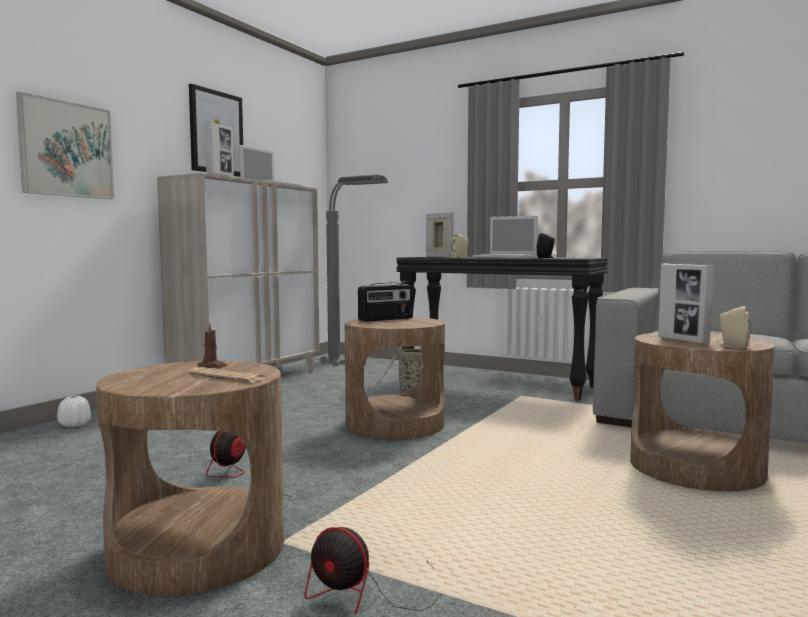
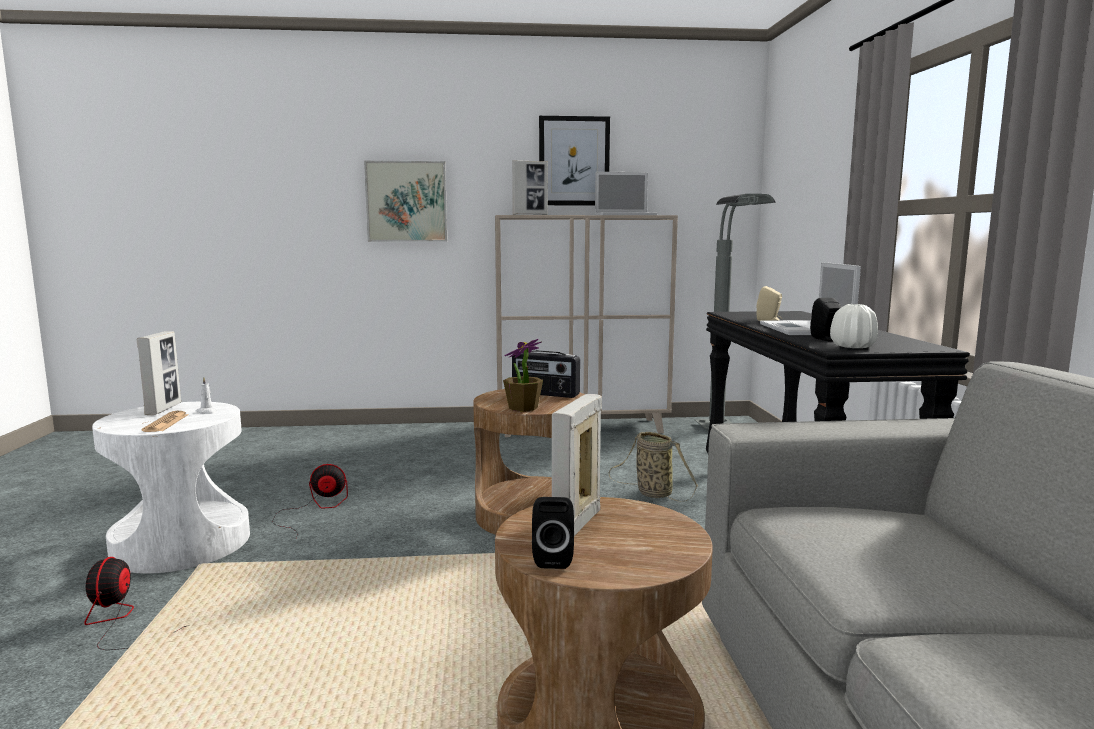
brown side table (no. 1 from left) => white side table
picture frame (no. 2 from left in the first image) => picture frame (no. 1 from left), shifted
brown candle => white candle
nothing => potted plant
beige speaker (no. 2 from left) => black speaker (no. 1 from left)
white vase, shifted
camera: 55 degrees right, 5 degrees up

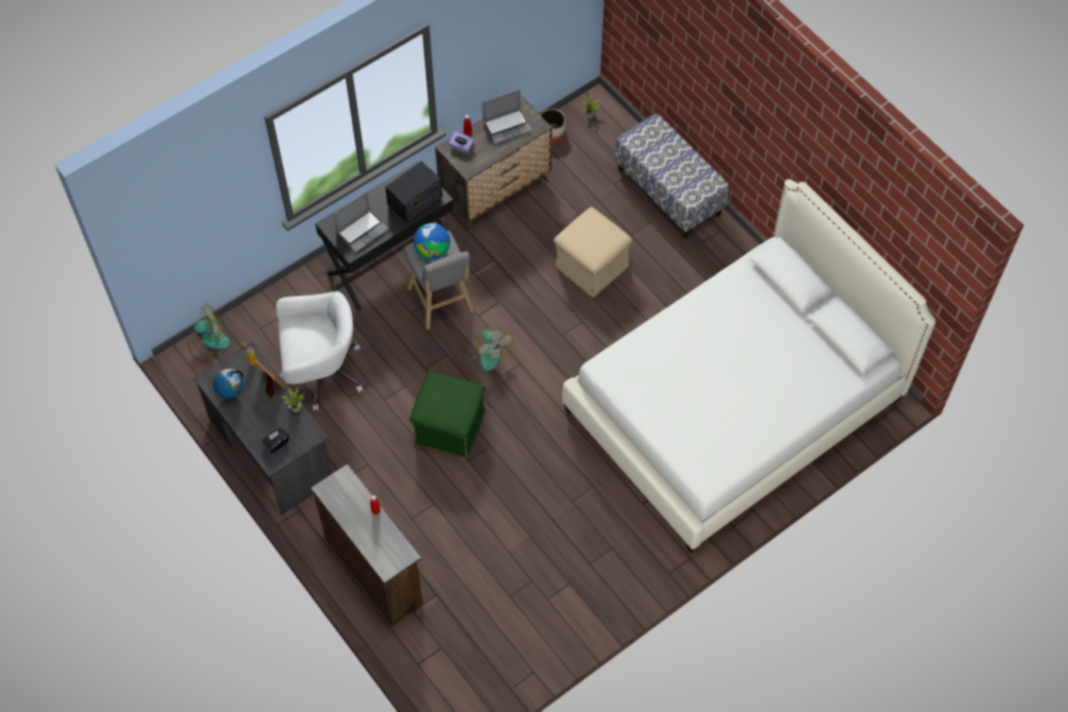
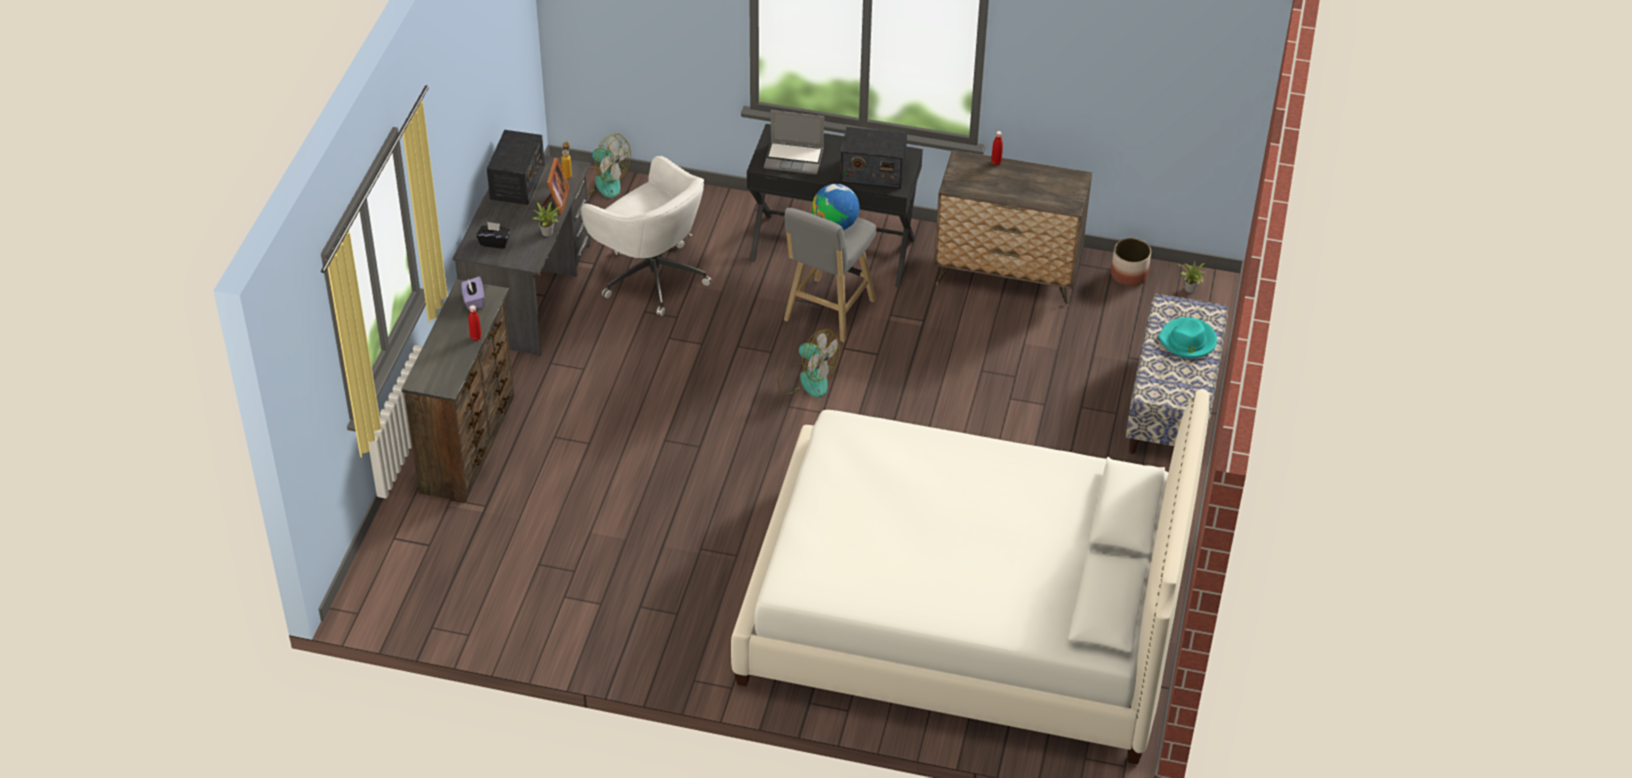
purple tissue box, shifted
globe (no. 1 from left) => radio (no. 1 from left)
fan (no. 2 from left), 75 degrees counterclockwise
nothing => turquoise hat
green ottoman => nothing
laptop (no. 2 from left) => nothing
beige ottoman => nothing
camera: 50 degrees right, 15 degrees down

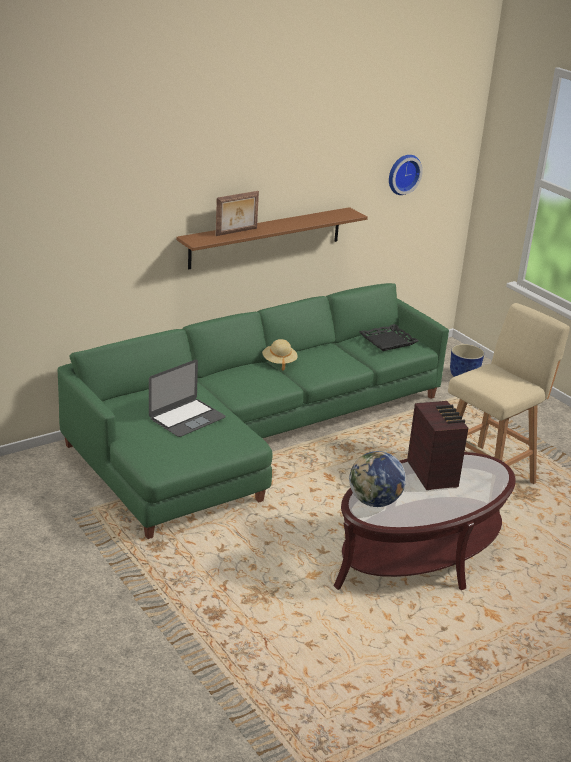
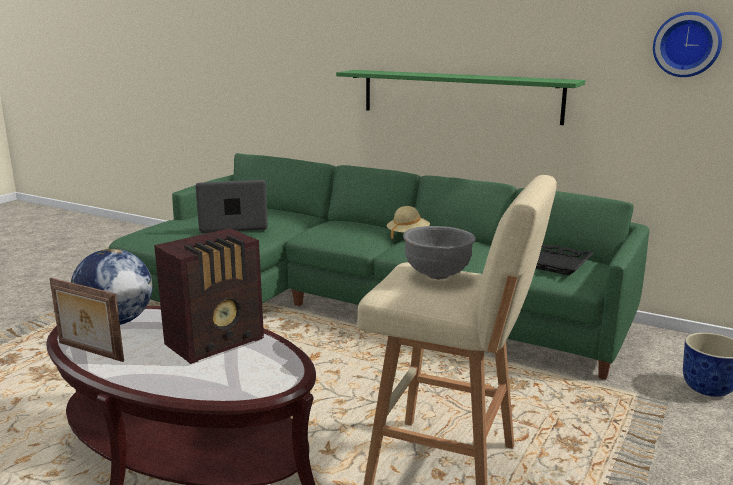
picture frame, shifted
laptop, 150 degrees clockwise
brown shelf => green shelf
nothing => grey bowl
camera: 65 degrees right, 10 degrees down

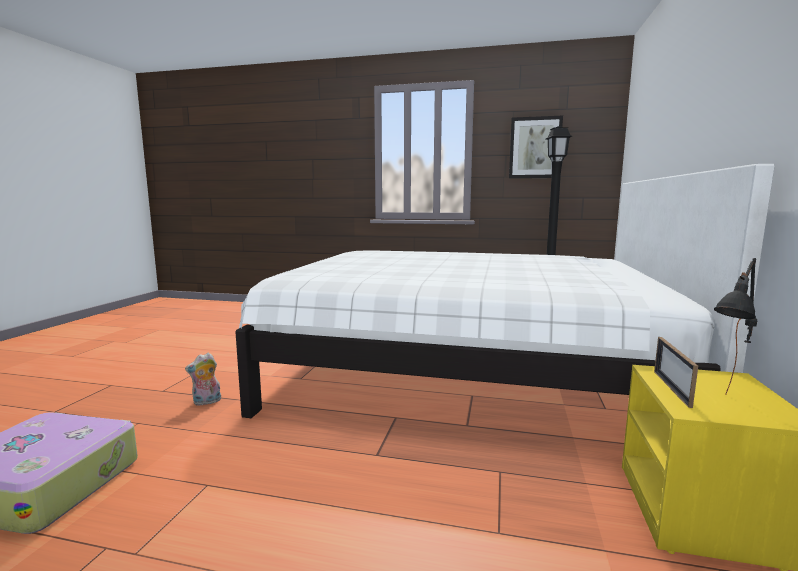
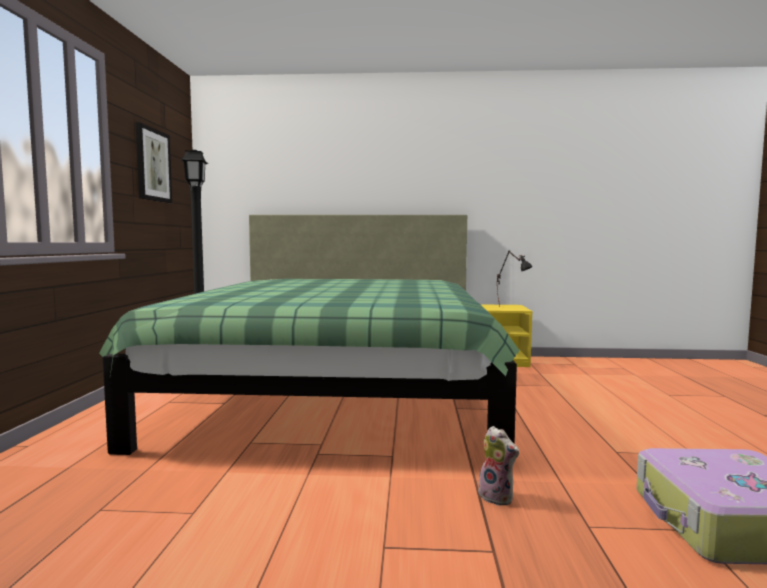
white bed => green bed
picture frame => nothing
camera: 100 degrees left, 5 degrees down

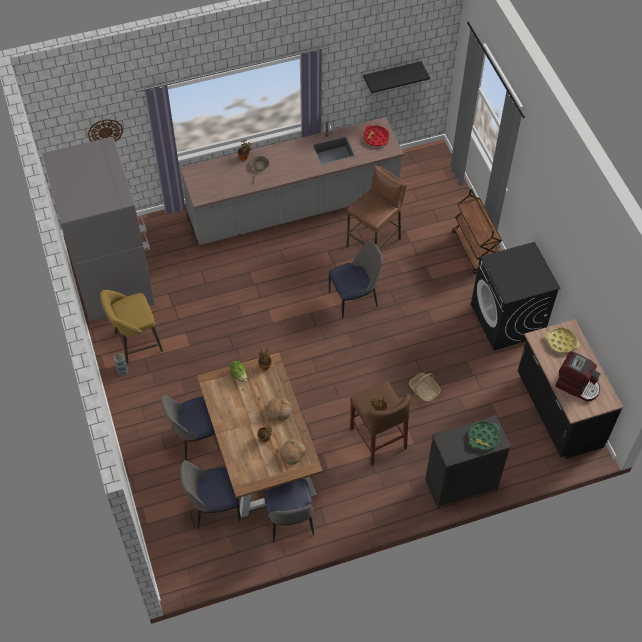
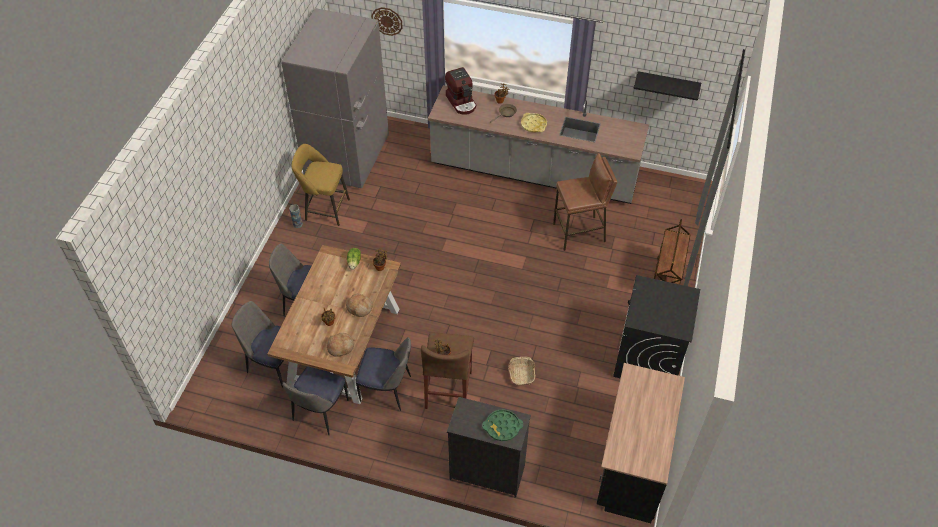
chair (no. 4 from left), shifted
coffee machine, shifted
yellow tray, shifted
red tray => nothing
camera: 35 degrees right, 5 degrees down

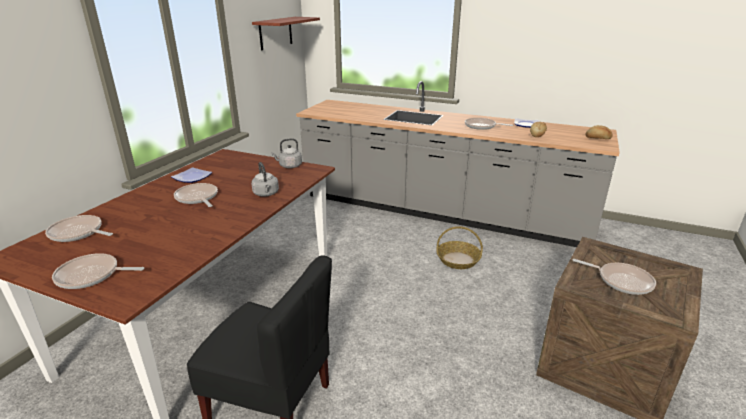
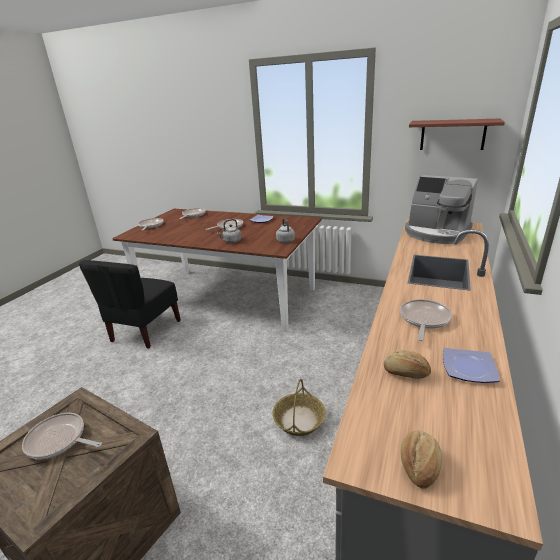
frying pan (no. 5 from left in the first image) => frying pan (no. 1 from left), 75 degrees clockwise
nothing => coffee machine
camera: 90 degrees right, 0 degrees up

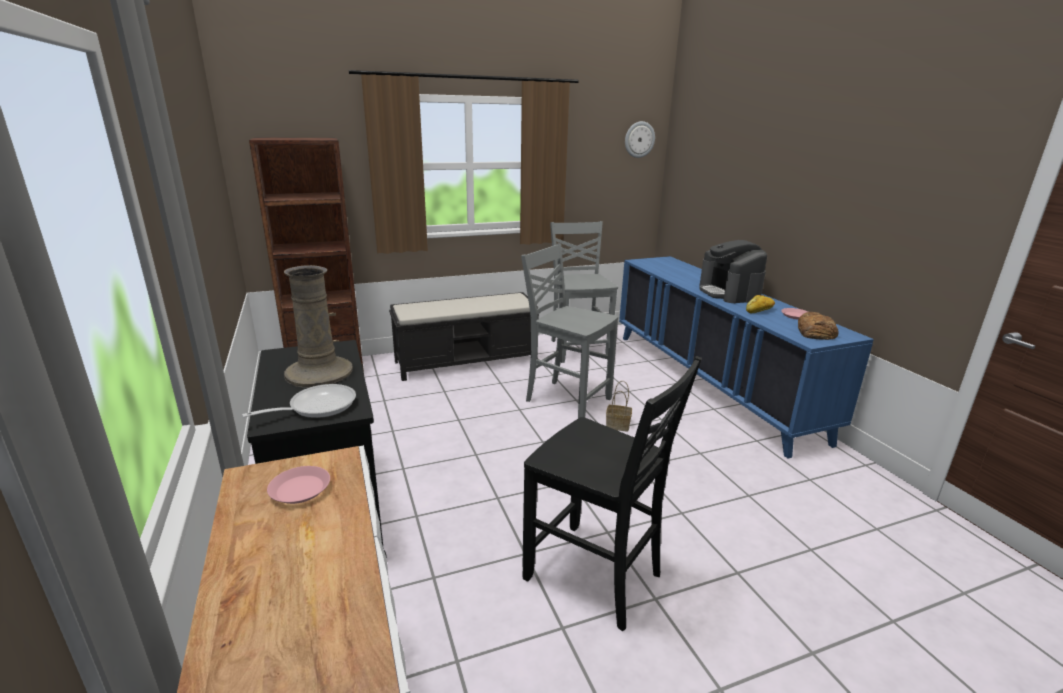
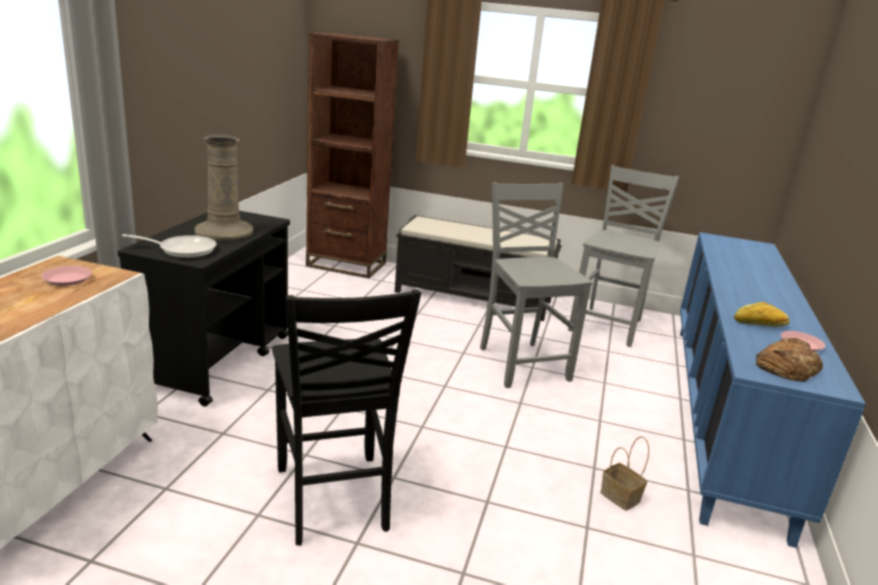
basket, shifted
wall clock => nothing
coffee machine => nothing
camera: 35 degrees right, 0 degrees up

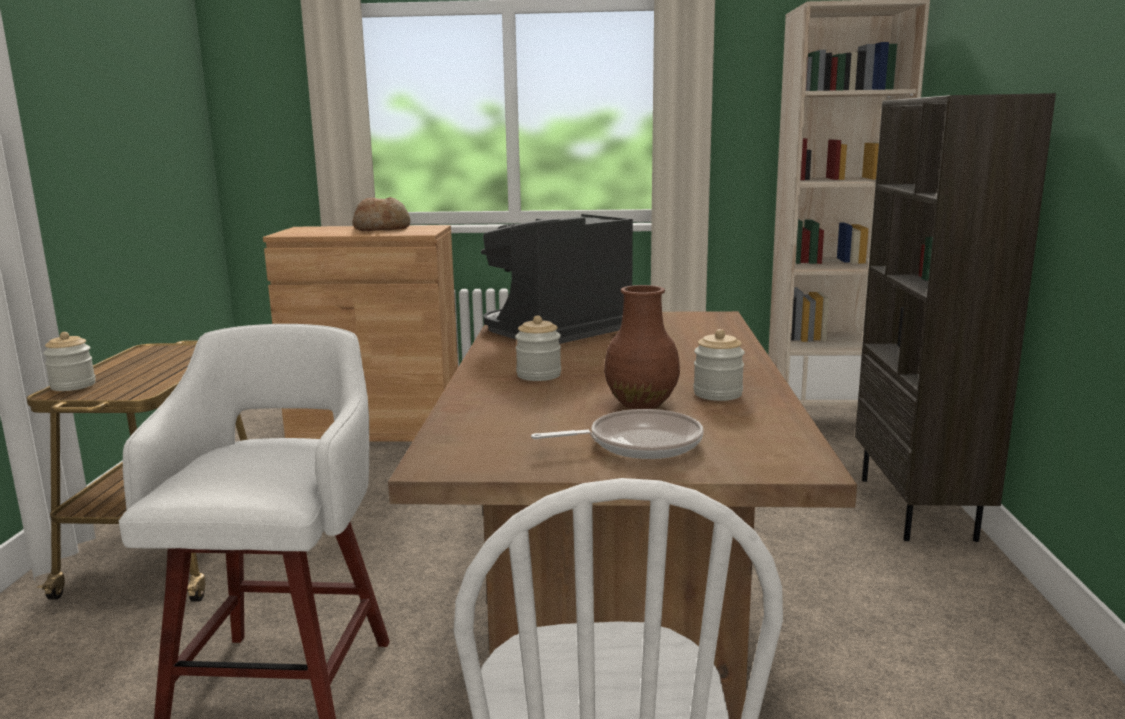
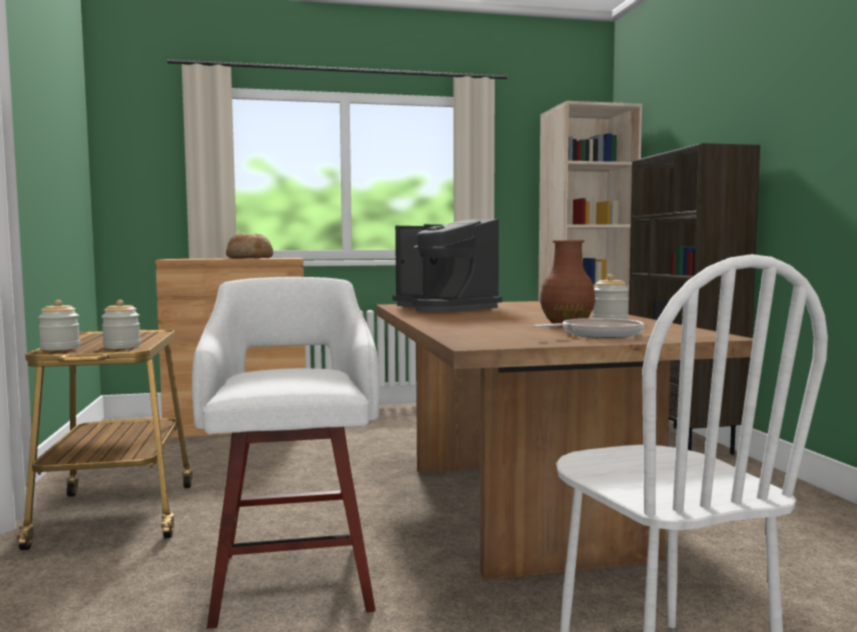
jar (no. 2 from left), shifted
coffee machine, 75 degrees counterclockwise
camera: 15 degrees left, 10 degrees down

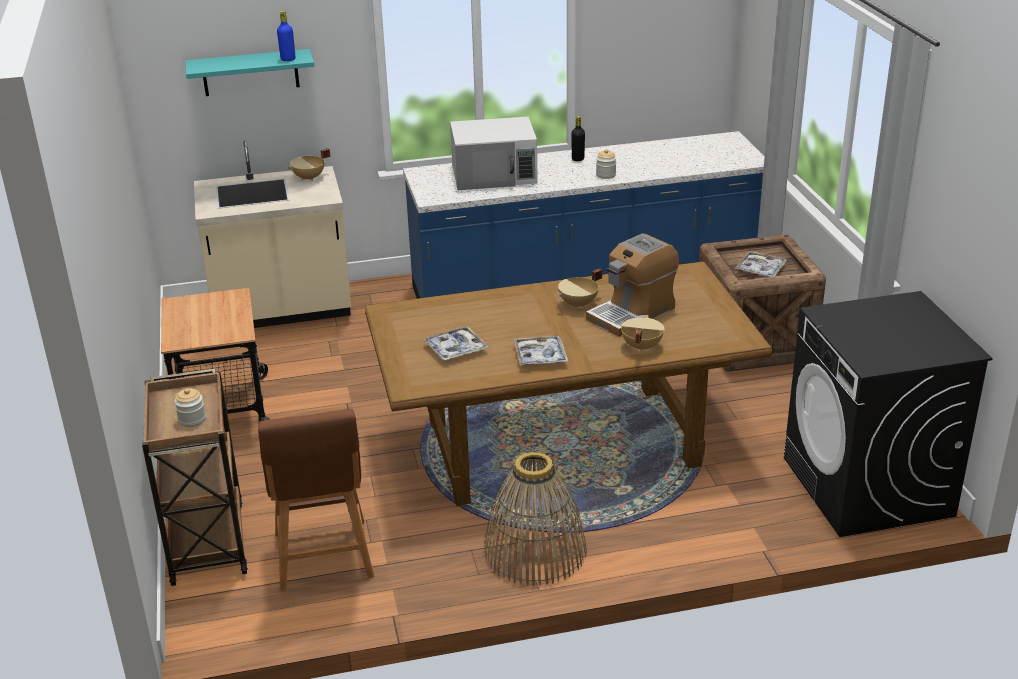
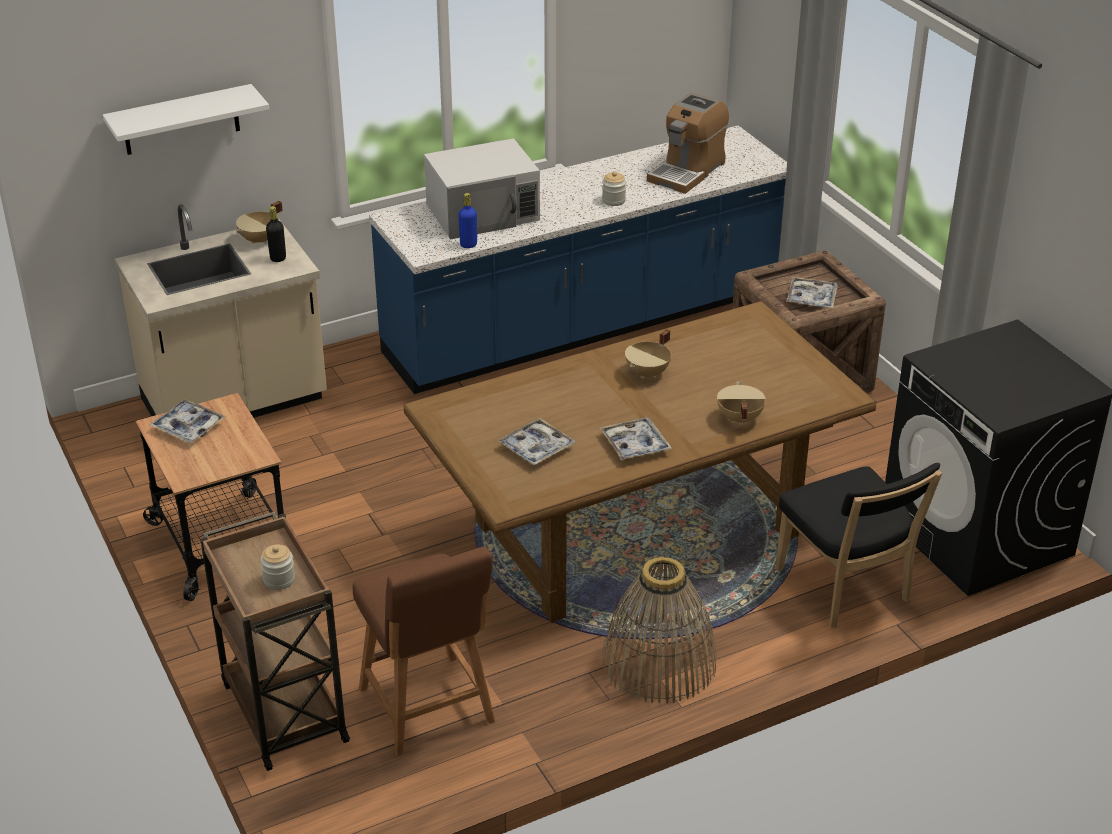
turquoise shelf => white shelf
nothing => tray (no. 1 from left)
black bottle, shifted
blue bottle, shifted
coffee machine, shifted
nothing => black chair
camera: 15 degrees left, 5 degrees up

